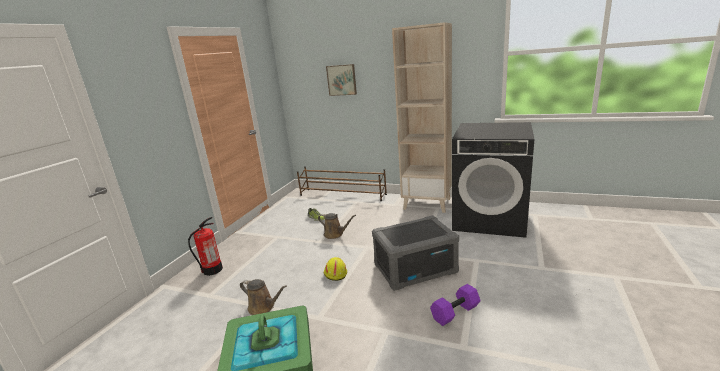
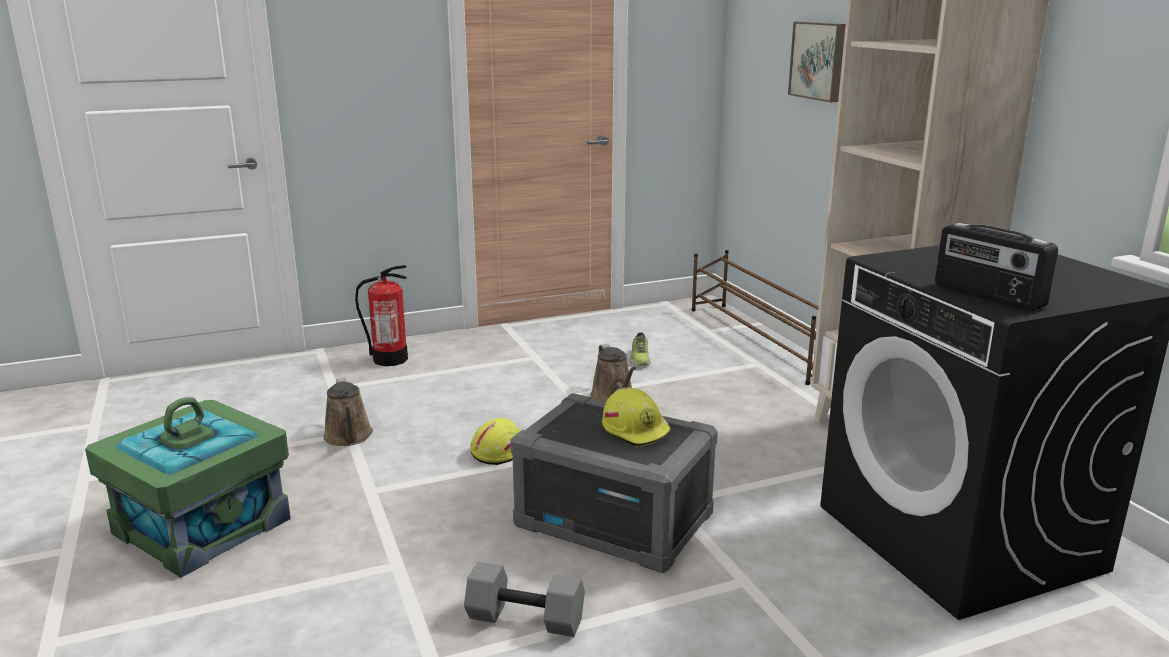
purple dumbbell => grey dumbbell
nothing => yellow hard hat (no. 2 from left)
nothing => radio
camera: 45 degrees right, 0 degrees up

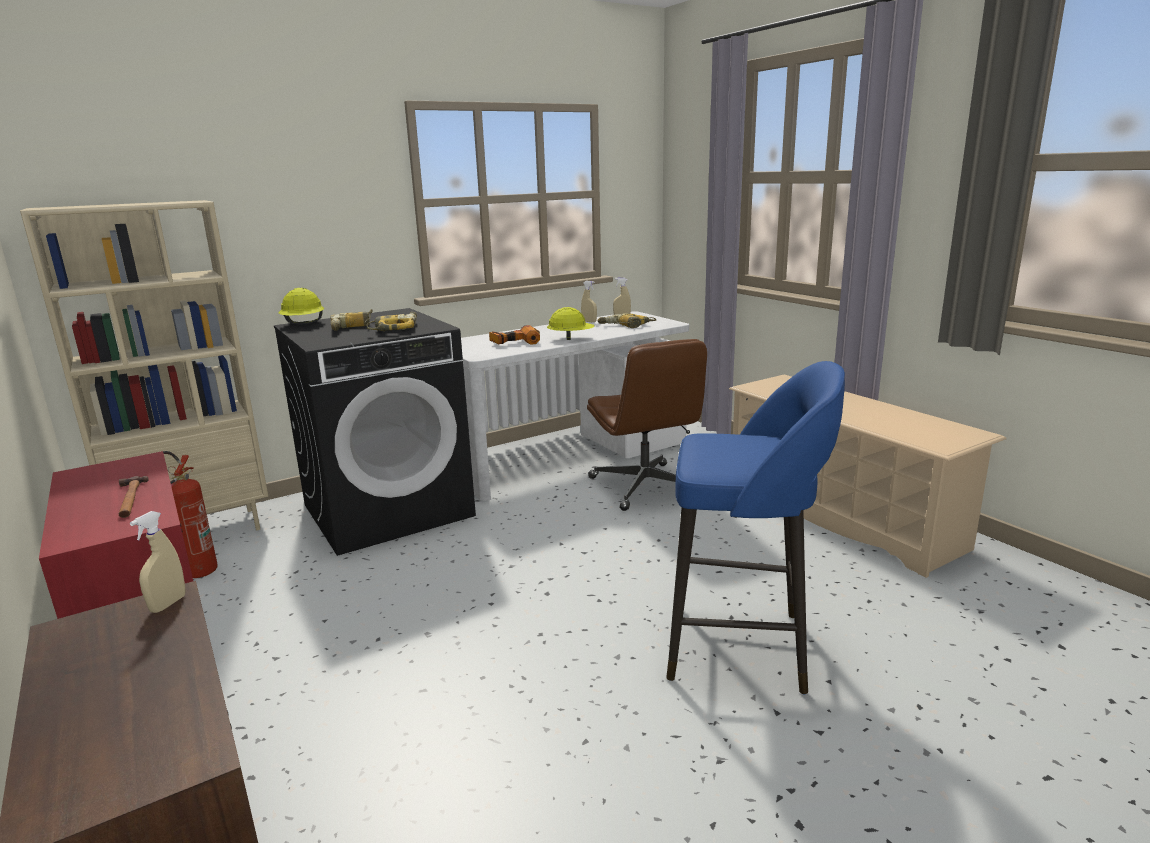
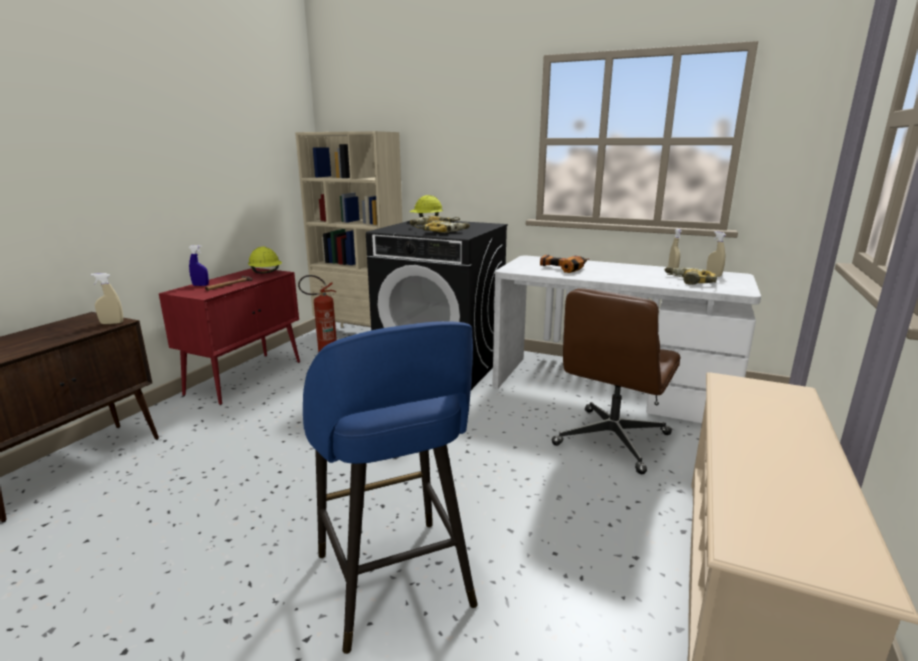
nothing => blue spray bottle
yellow hard hat (no. 2 from left in the first image) => yellow hard hat (no. 1 from left), shifted
camera: 55 degrees right, 0 degrees up

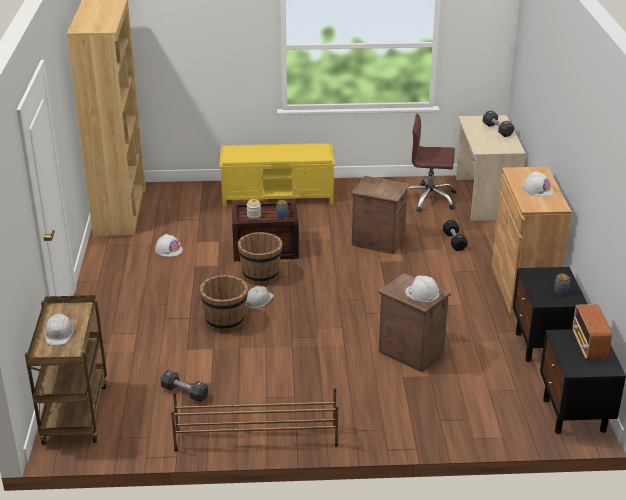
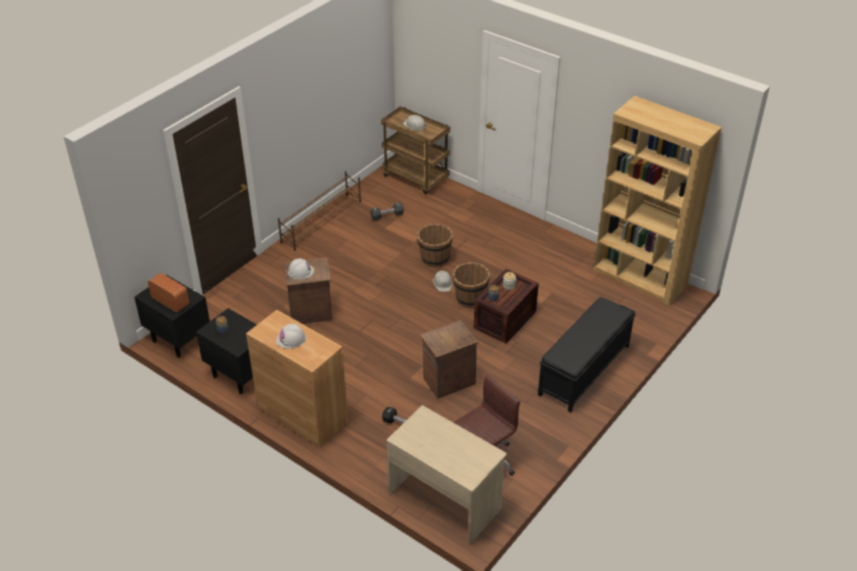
yellow bench => black bench
white hard hat (no. 2 from left) => nothing
black dumbbell (no. 3 from left) => nothing
camera: 130 degrees right, 10 degrees up

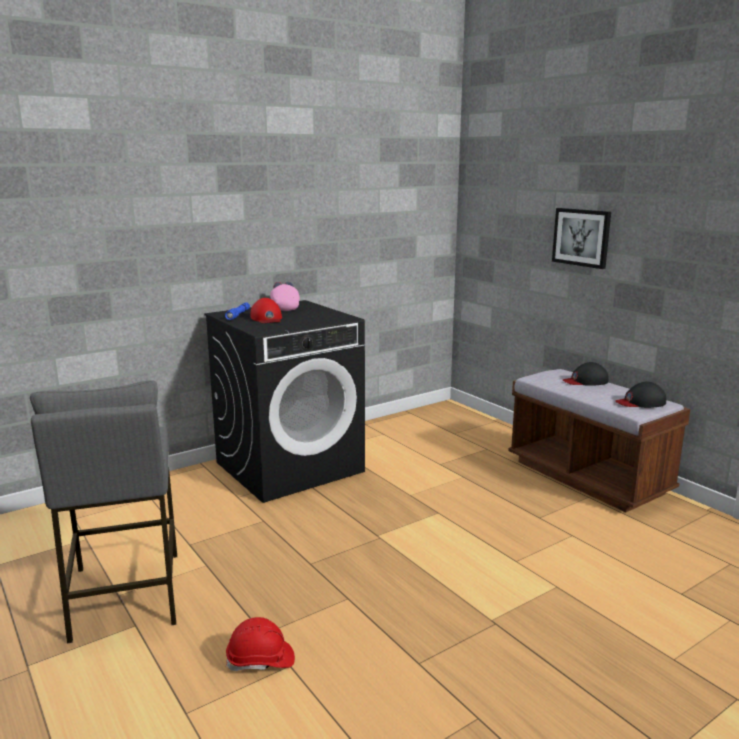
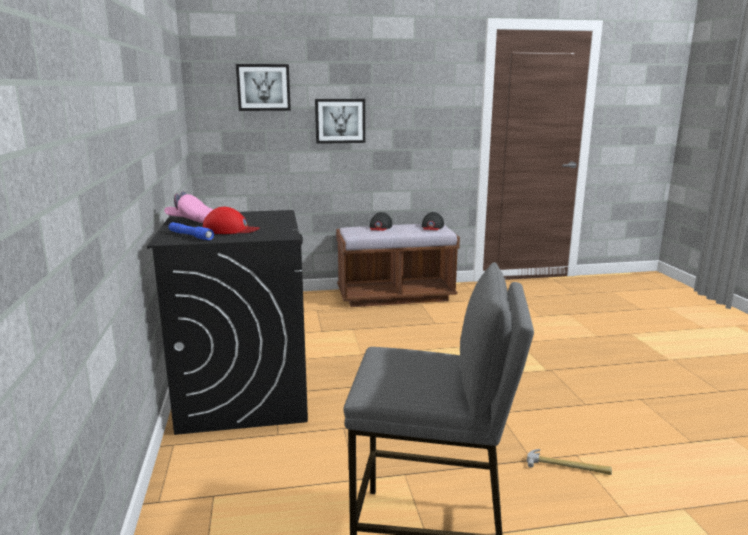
nothing => picture (no. 1 from left)
red hard hat => hammer
camera: 65 degrees left, 0 degrees up

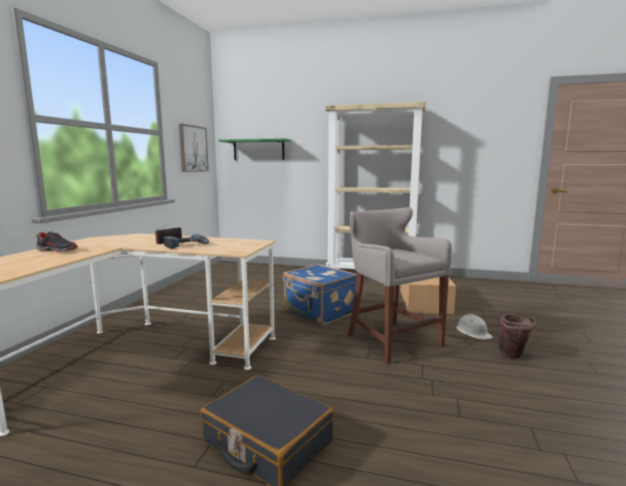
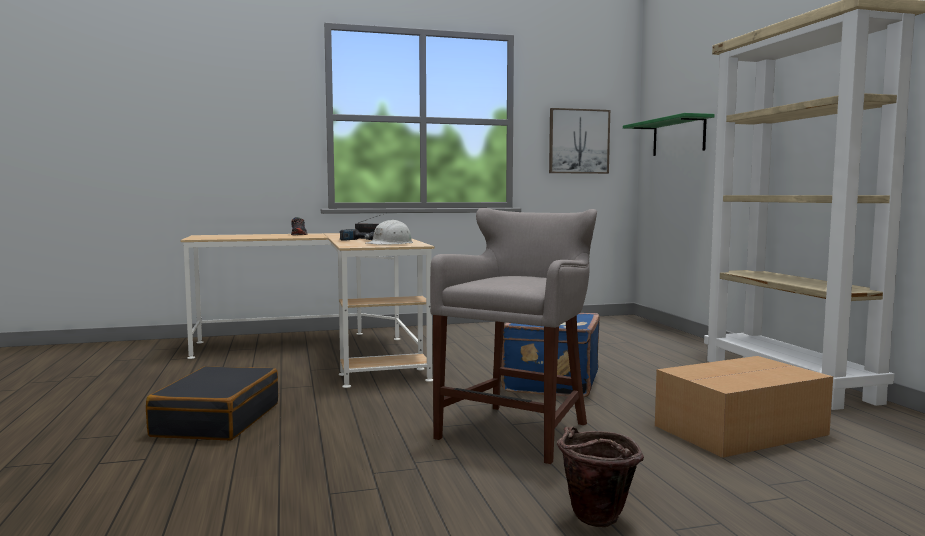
white hard hat, shifted
camera: 60 degrees right, 5 degrees down

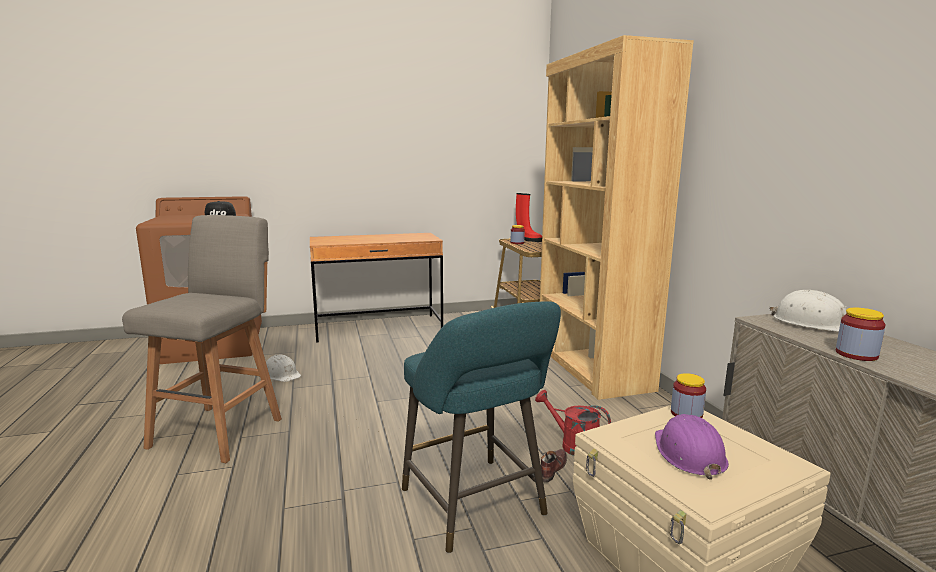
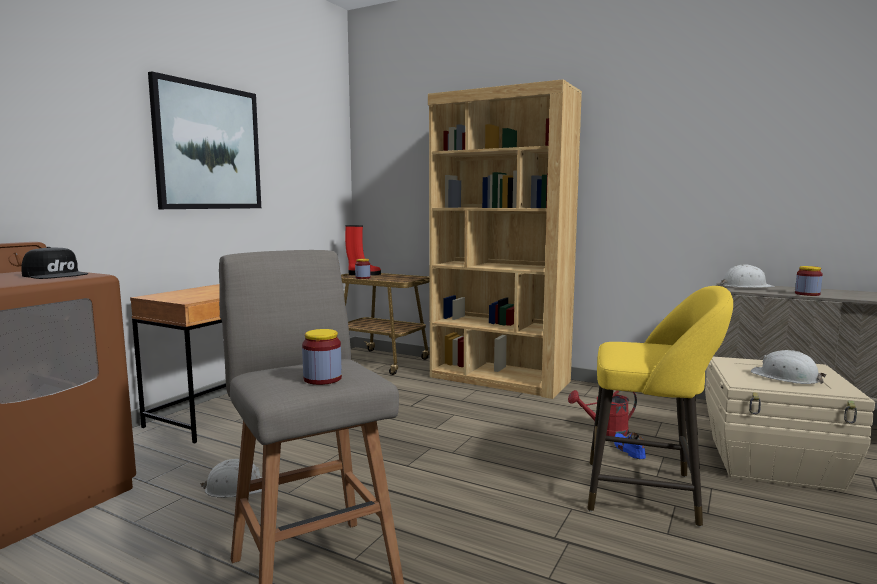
nothing => picture
jar (no. 2 from left in the first image) => jar (no. 1 from left), shifted
turquoise stool => yellow stool
brown shoe => blue shoe
purple hard hat => white hard hat (no. 3 from left)
camera: 45 degrees left, 5 degrees down

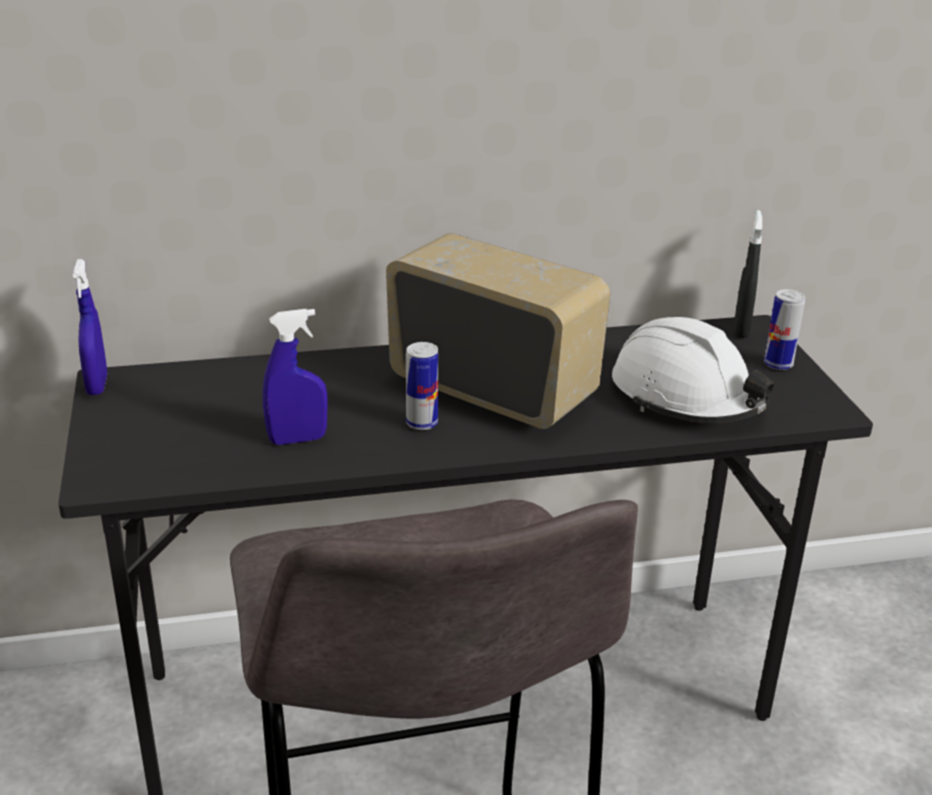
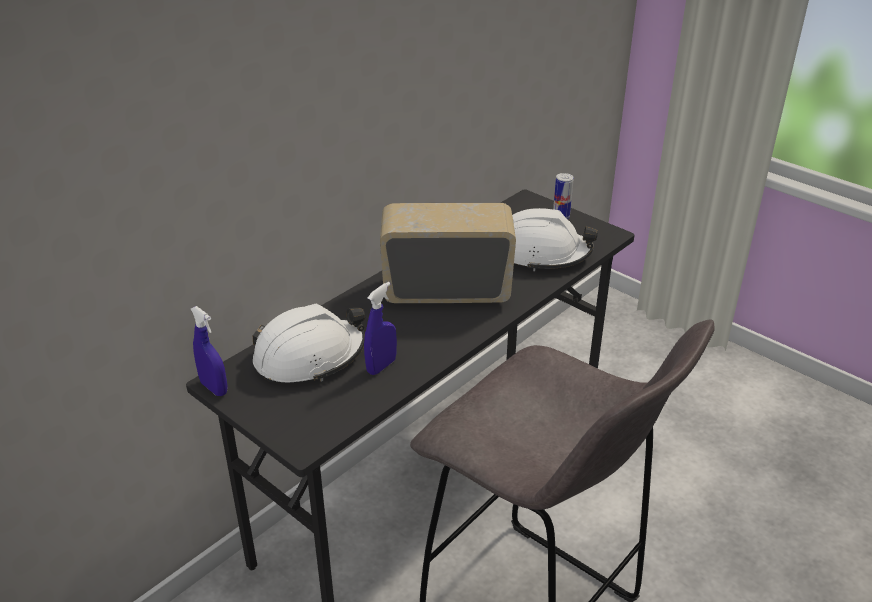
nothing => white hard hat (no. 1 from left)
can (no. 1 from left) => nothing
black spray bottle => nothing
camera: 35 degrees left, 5 degrees up

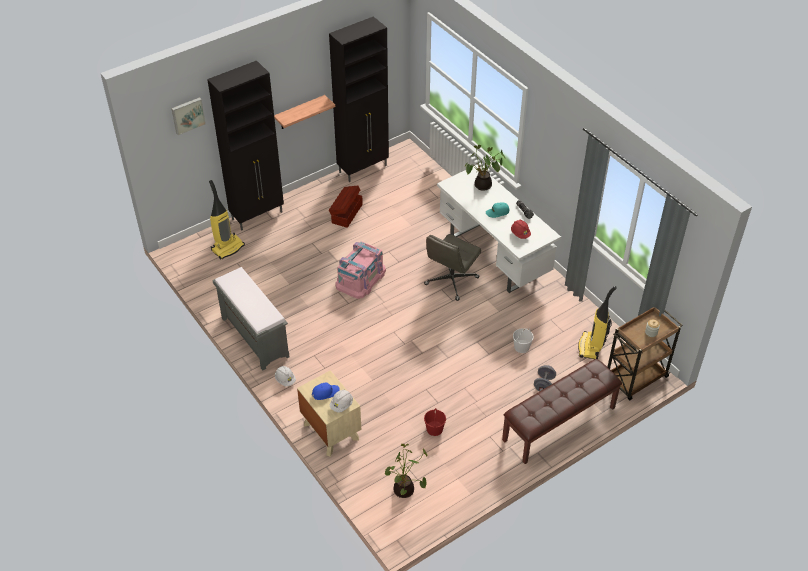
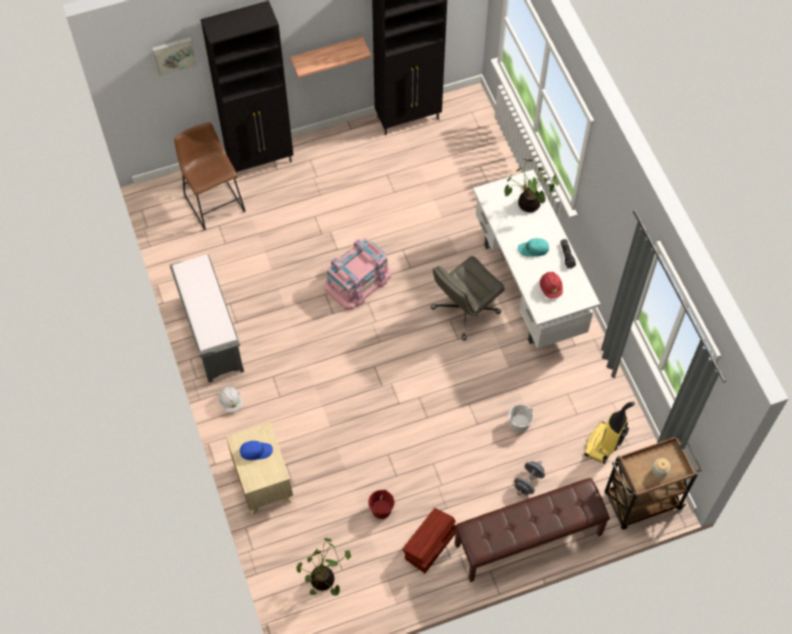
vacuum cleaner (no. 1 from left) => brown stool
brown storage box, shifted
white hard hat (no. 2 from left) => nothing
camera: 15 degrees right, 15 degrees up

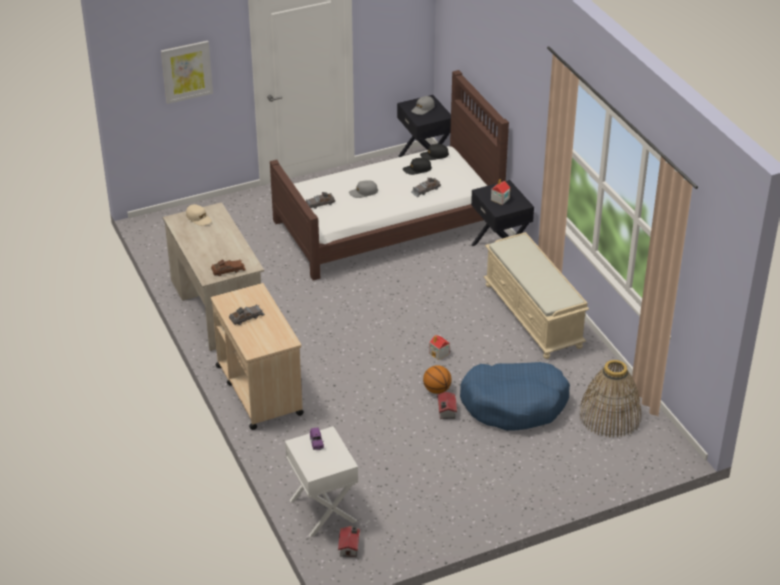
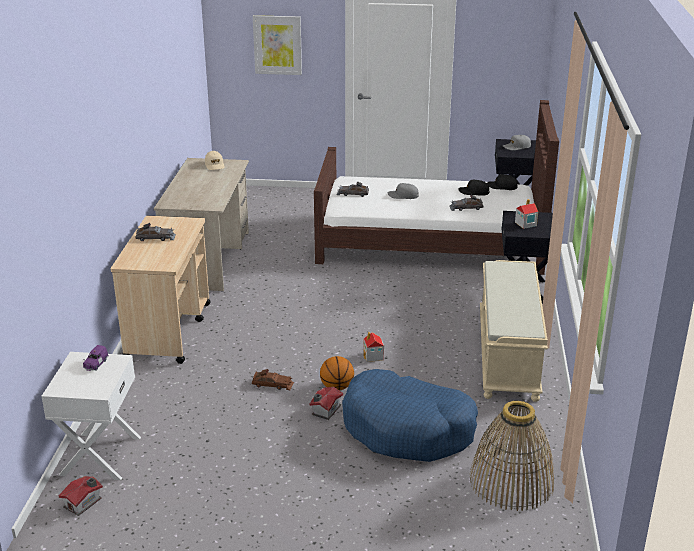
brown toy car, shifted
camera: 30 degrees right, 10 degrees down

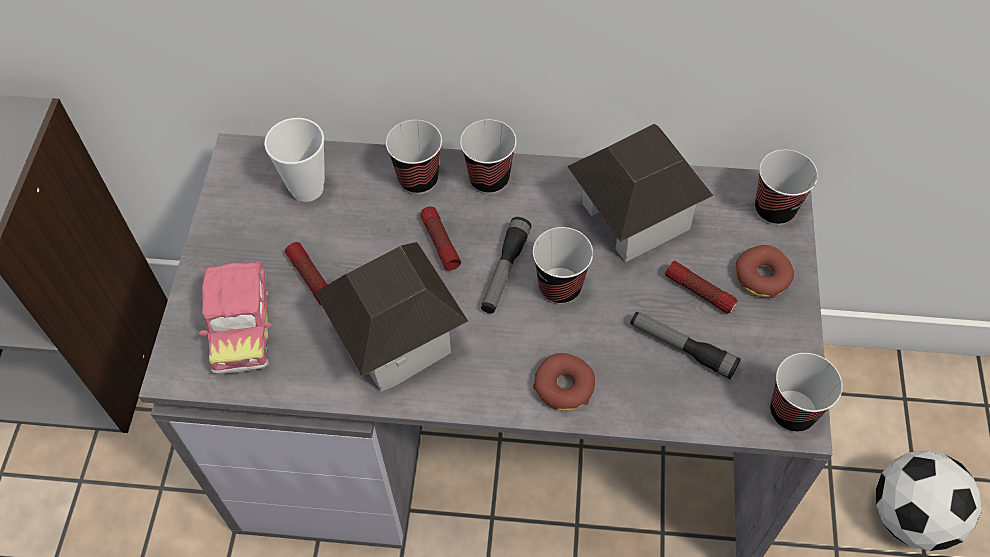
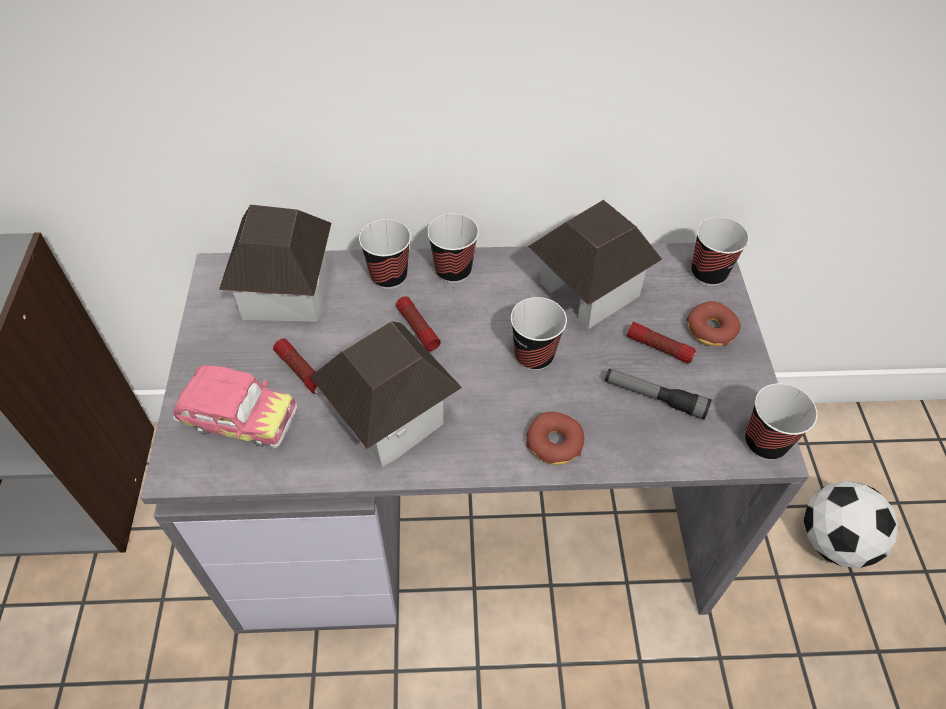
toy car, 60 degrees counterclockwise
cup (no. 1 from left) => toy house (no. 1 from left)
flashlight (no. 3 from left) => nothing
camera: 10 degrees left, 5 degrees down

